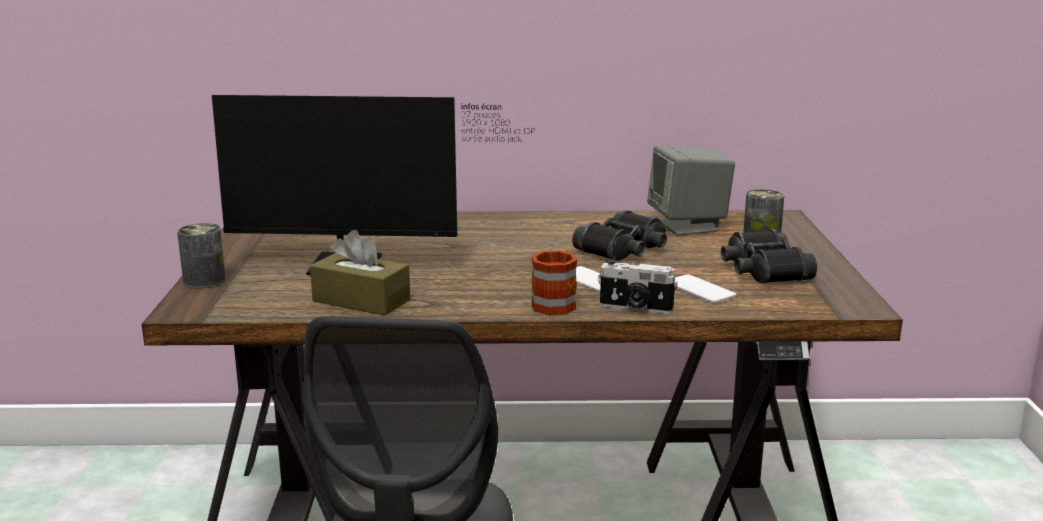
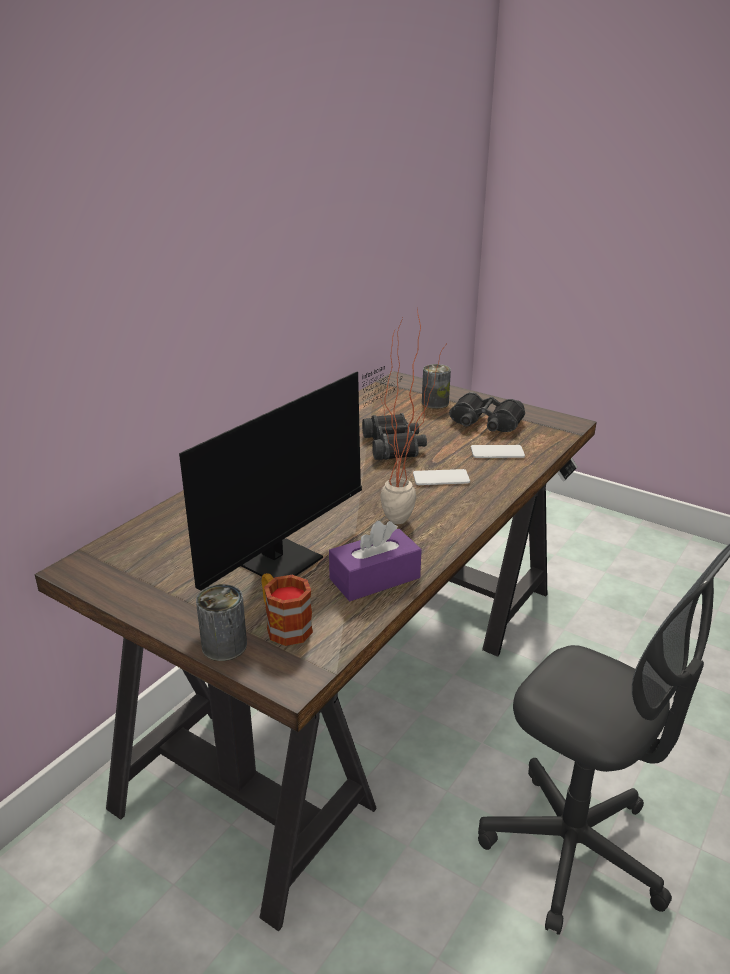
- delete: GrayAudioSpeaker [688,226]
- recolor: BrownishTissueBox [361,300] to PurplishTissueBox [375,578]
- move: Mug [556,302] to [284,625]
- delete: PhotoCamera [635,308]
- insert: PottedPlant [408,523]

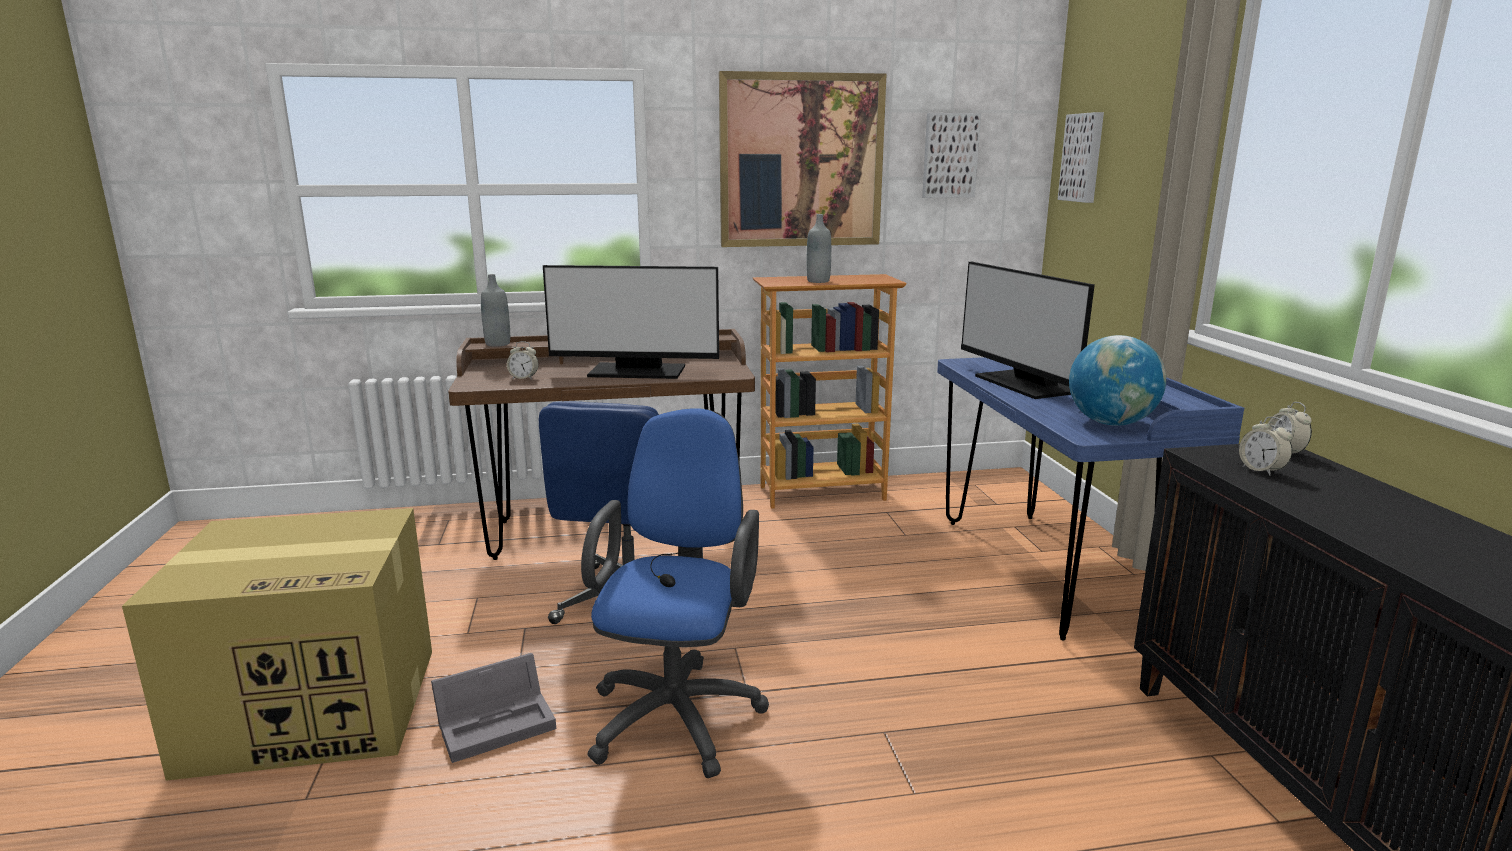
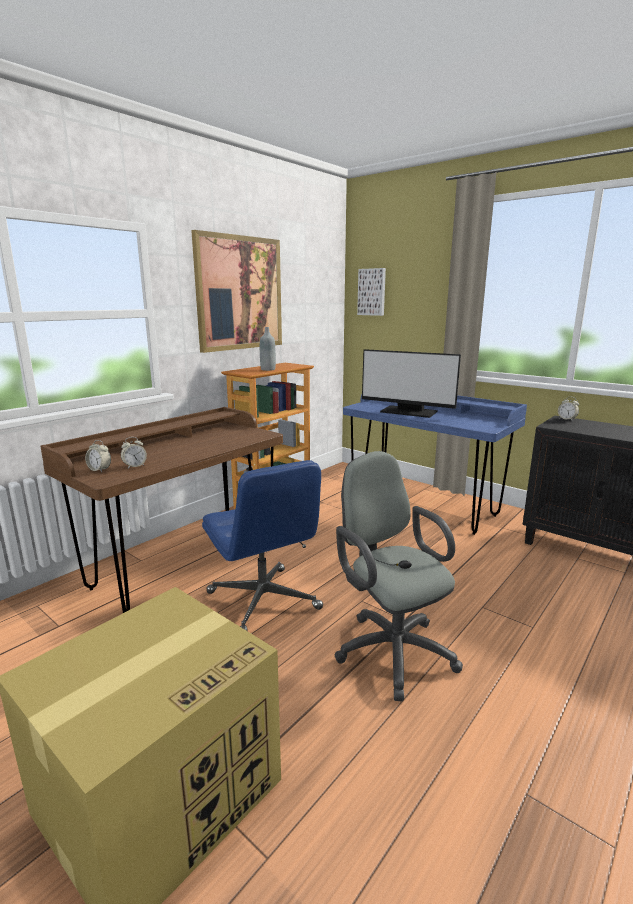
- delete: WallPicture [949,155]
- delete: ComputerScreen [637,372]
- delete: GrayBeverageBottle [498,344]
- delete: WorldGlobe [1110,423]
- recolor: BluishOfficeChair [678,711] to GrayOfficeChair [391,648]
- move: BedsideClock [1261,470] to [99,470]
- delete: GrayStorageContainer [498,721]

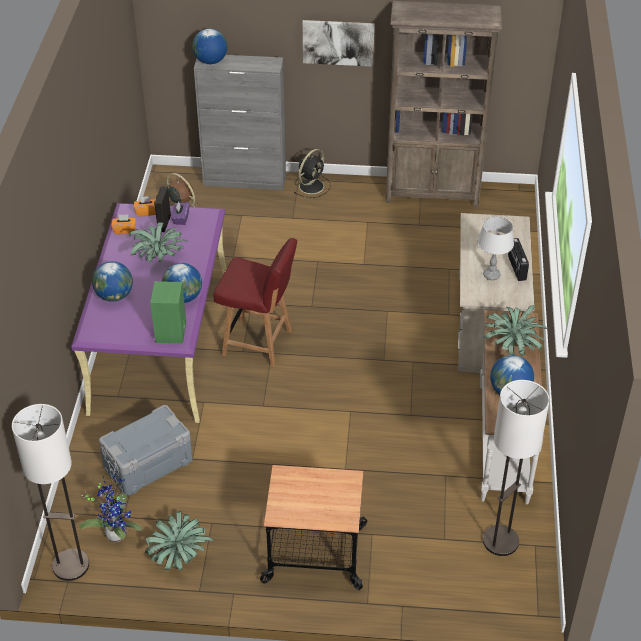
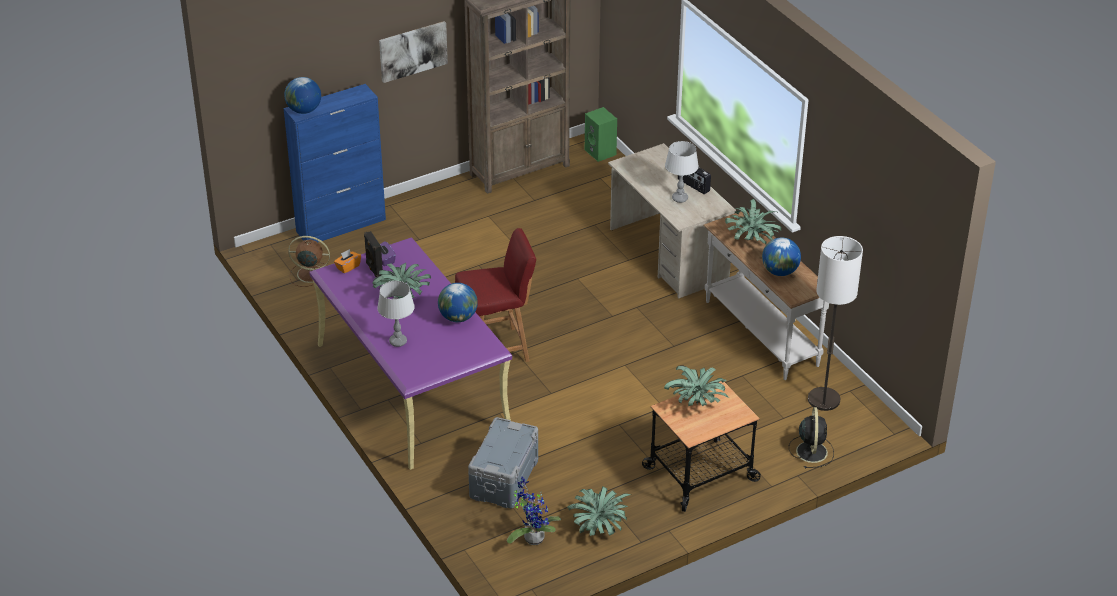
- recolor: GrayCupboard [245,180] to BluishCupboard [341,225]
- move: BlackFan [312,185] to [811,451]
- delete: OrangeColouredTissueBox [125,230]
- replace: WorldGlobe [114,296] to GrayTabletopLamp [398,341]
- move: GreenColouredAudioSpeaker [171,332] to [601,152]
- delete: StandardLamp [70,565]
- insert: PottedPlant [697,403]

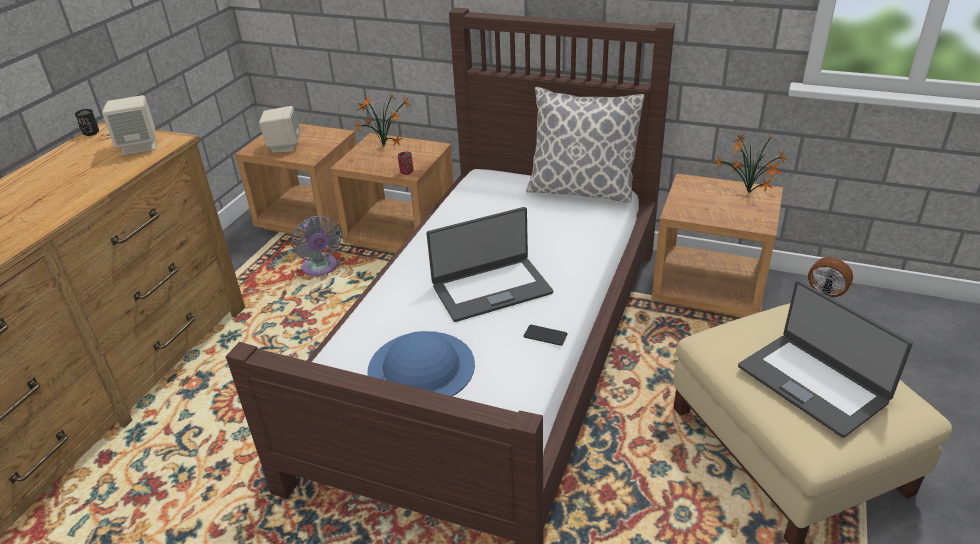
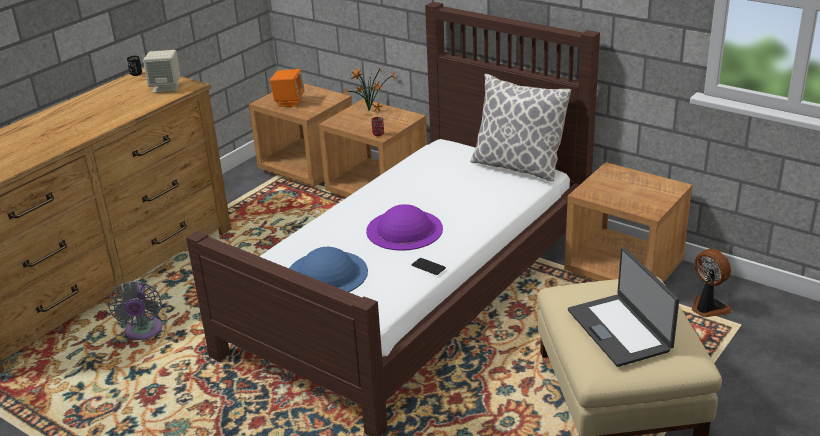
- recolor: SandColouredAudioSpeaker [284,146] to OrangeColouredAudioSpeaker [289,102]
- delete: PottedPlant [749,194]
- replace: Laptop [491,289] to PurplishWearableHat [404,229]
- move: GrayFan [320,268] to [143,332]

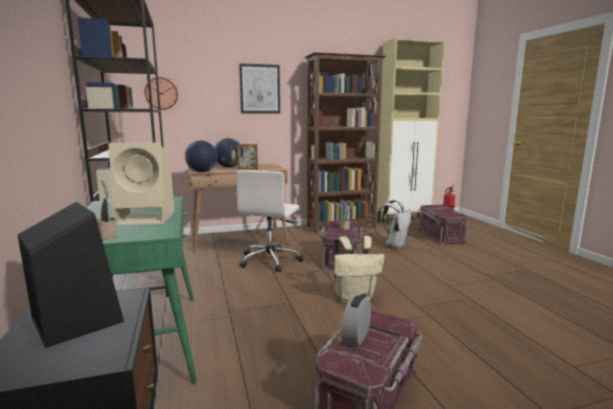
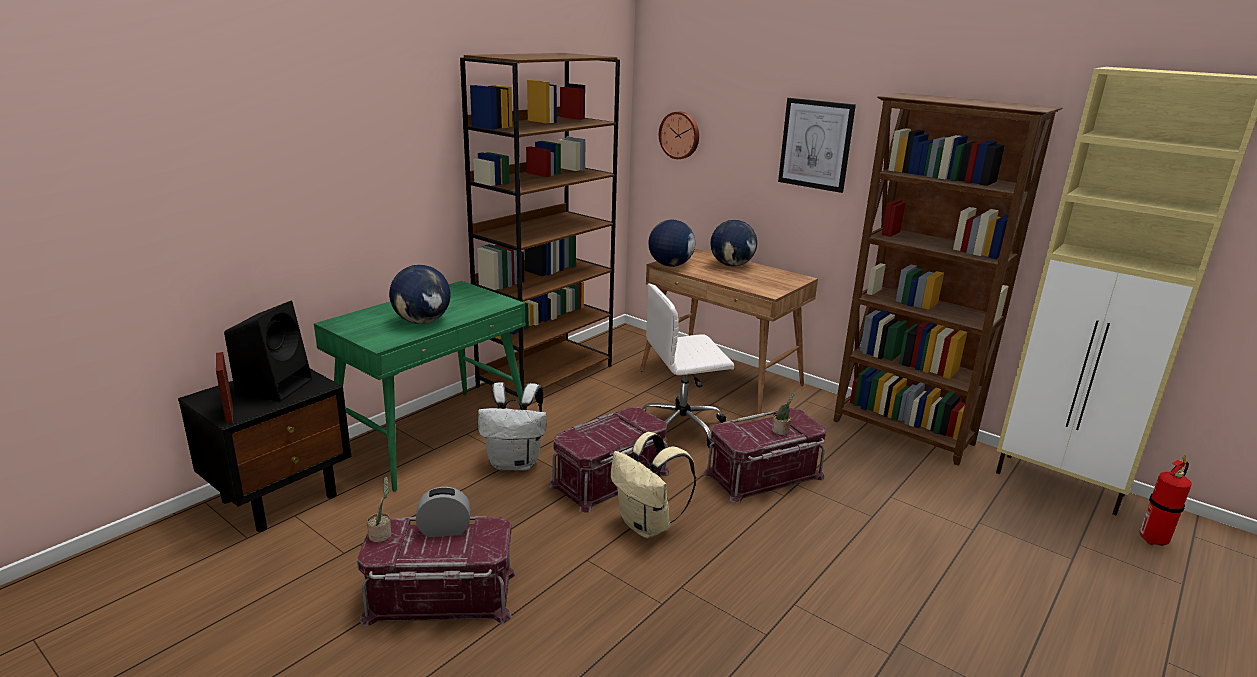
- replace: SandColouredAudioSpeaker [147,218] to WorldGlobe [422,321]
- move: PhotoFrame [247,169] to [229,413]
- move: PottedPlant [106,236] to [381,534]
- move: WhitishBackpack [394,245] to [515,463]
- move: RedColouredStorageContainer [440,236] to [609,478]

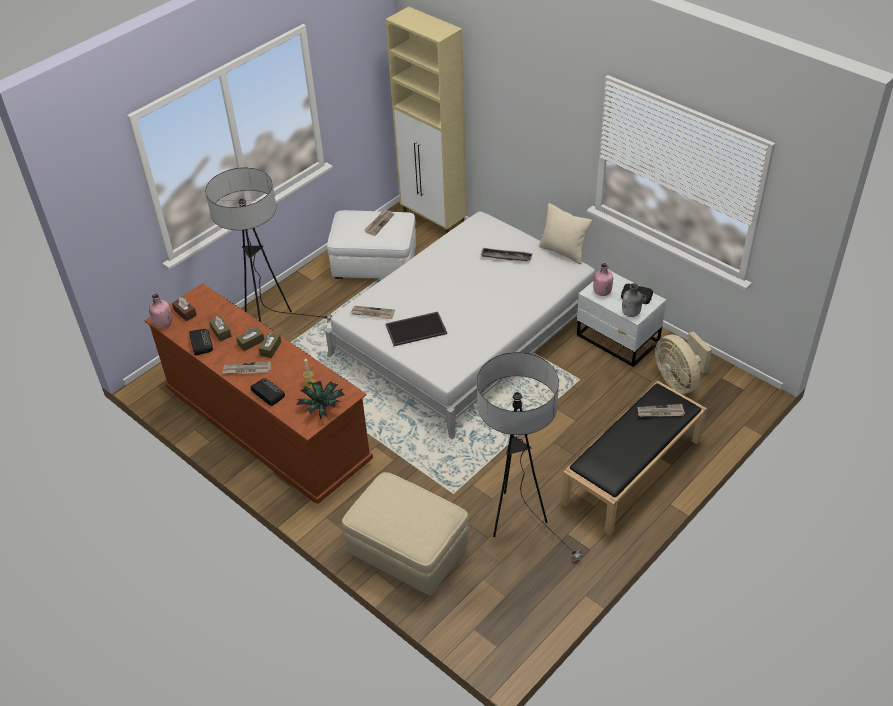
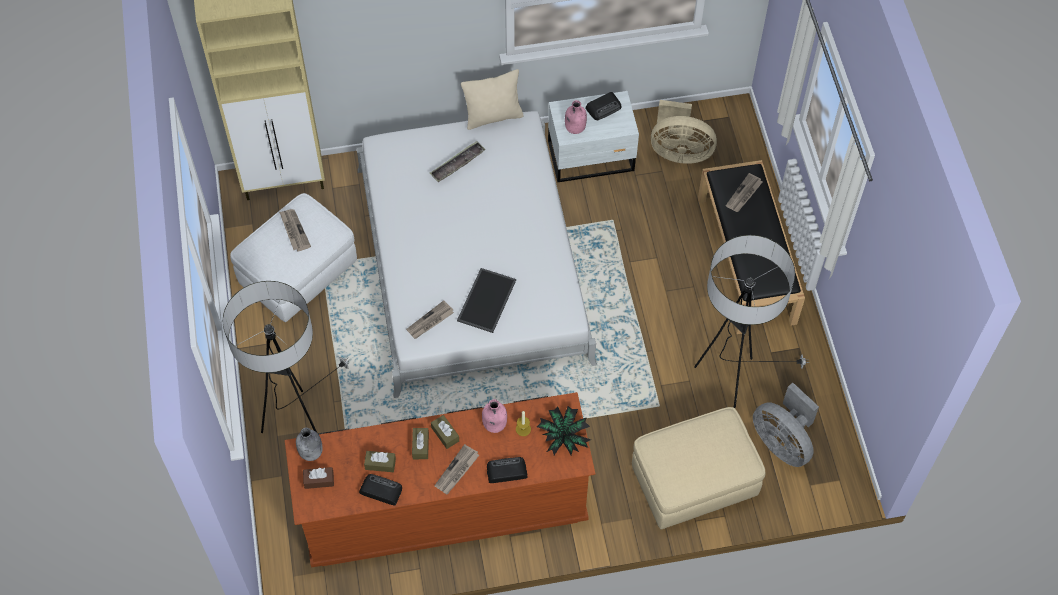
- move: GrayBeverageBottle [631,313] to [311,452]
- move: PinkBeverageBottle [163,324] to [494,425]
- insert: GrayFan [782,442]

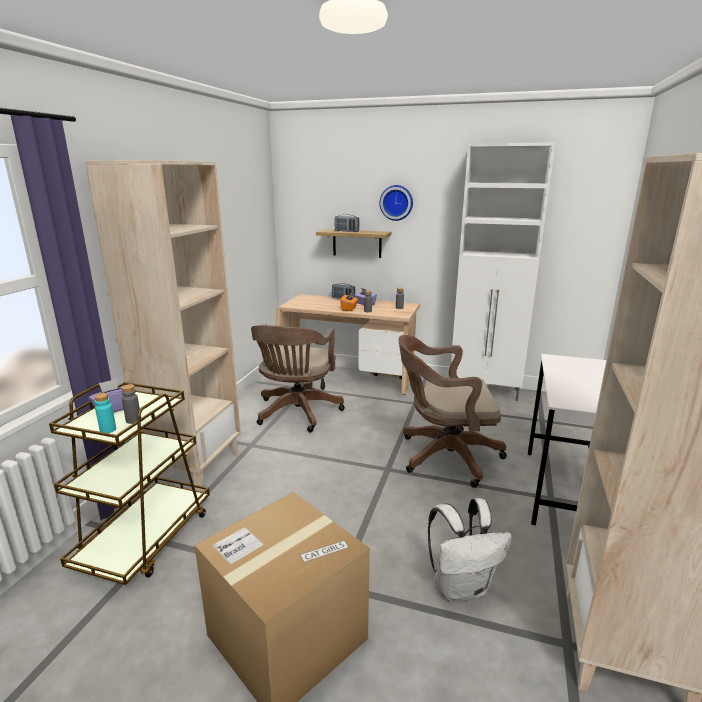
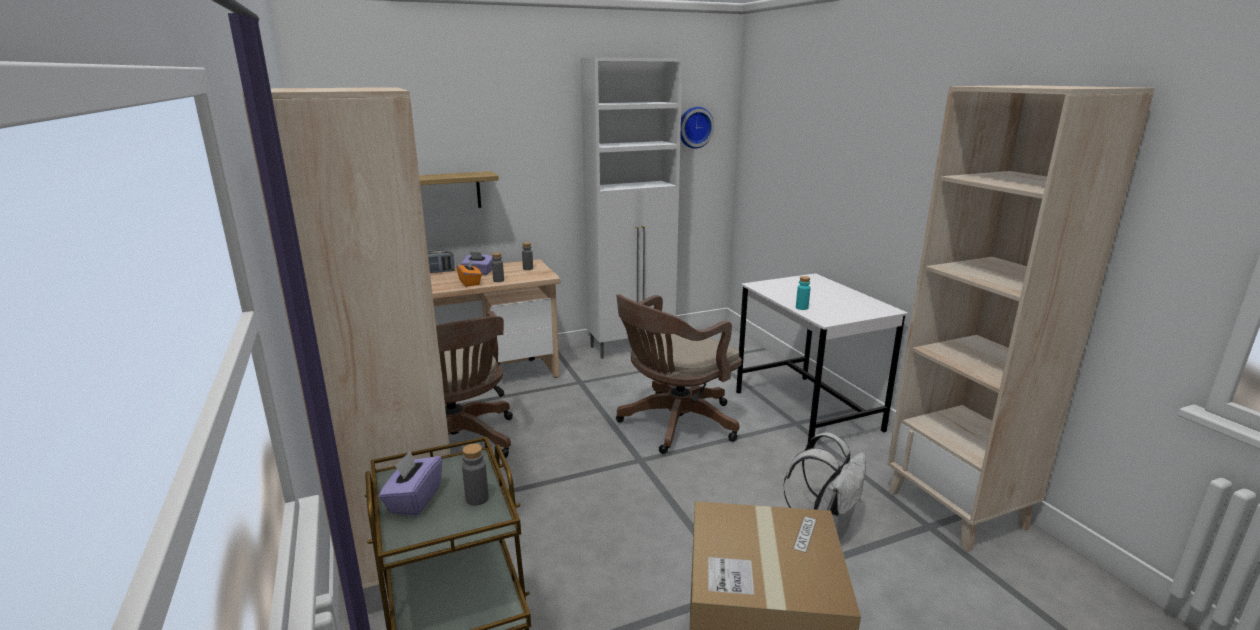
- move: WallClock [396,202] to [694,127]
- delete: Radio [346,231]
- move: TurquoiseBeverageBottle [108,430] to [802,308]

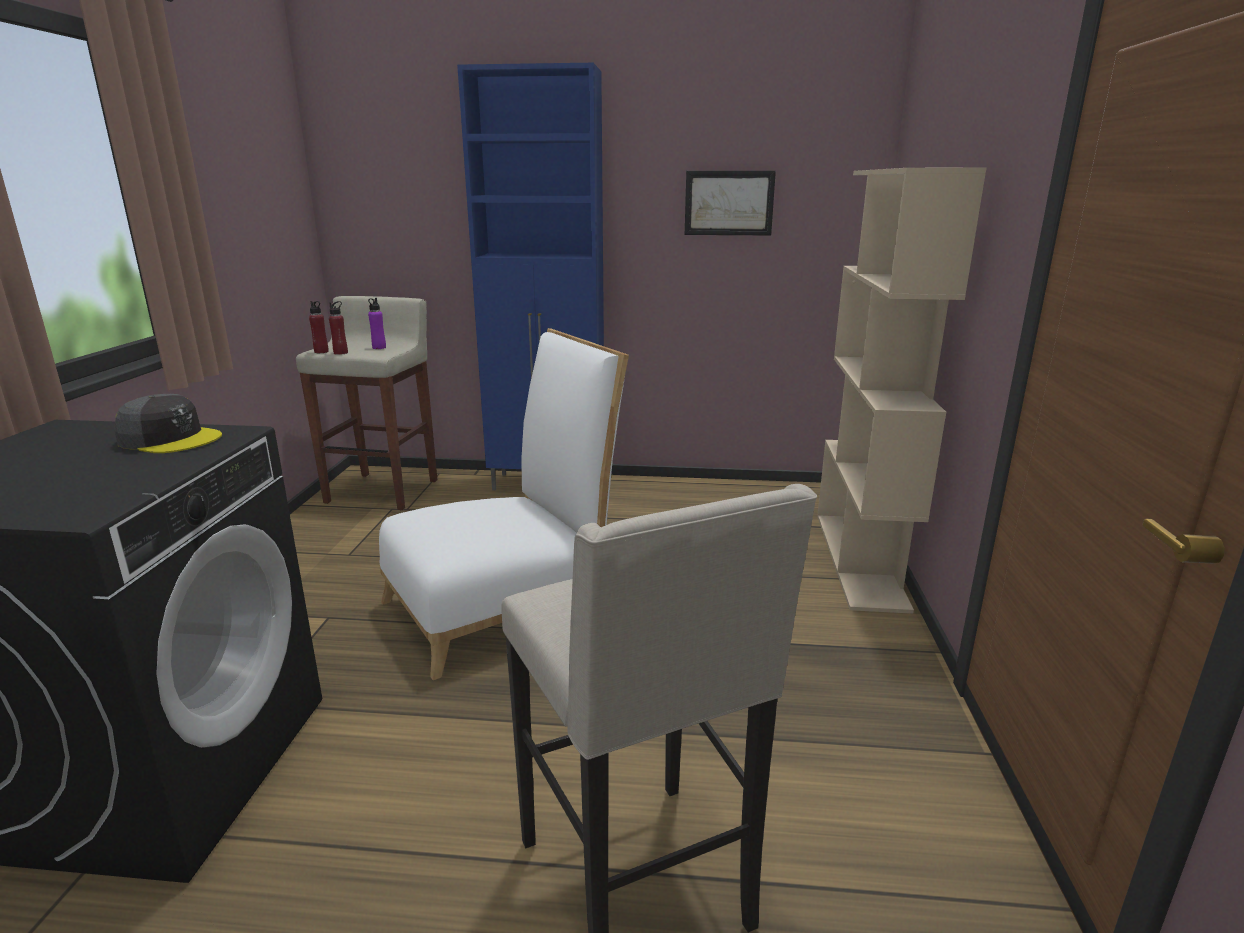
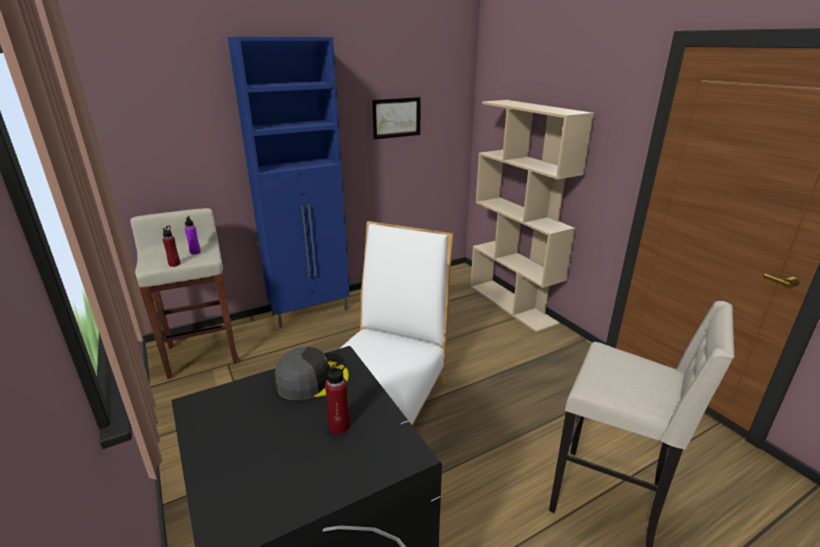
- move: RedColouredBeverageBottle [321,352] to [339,426]

